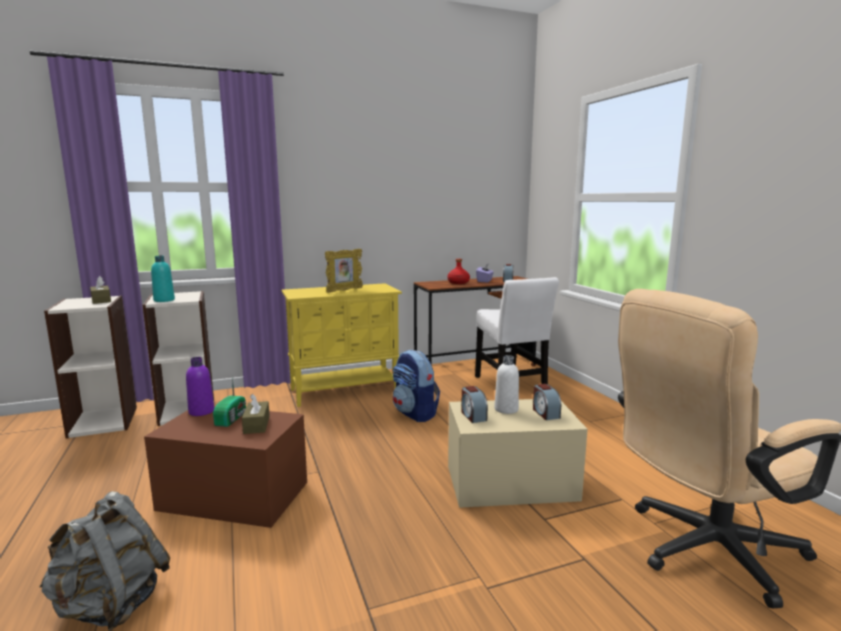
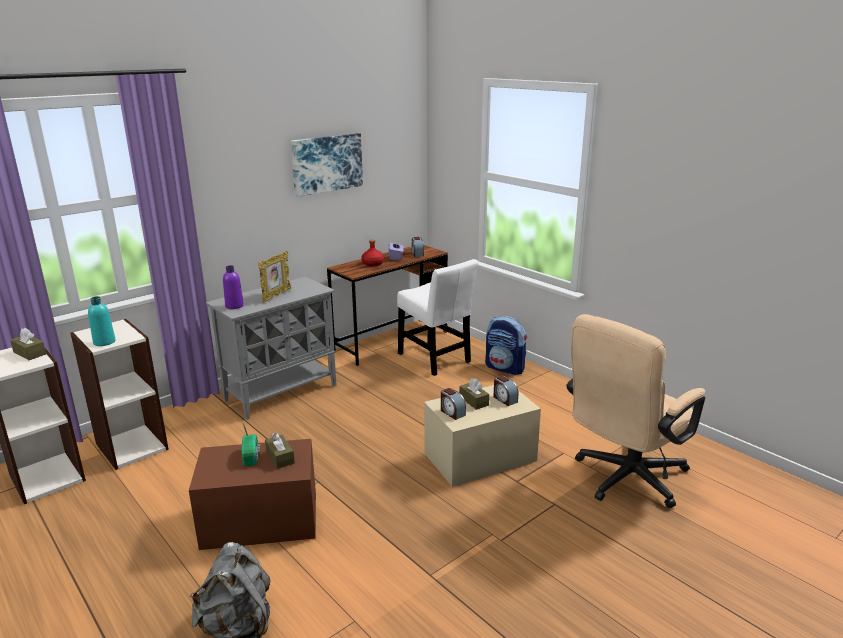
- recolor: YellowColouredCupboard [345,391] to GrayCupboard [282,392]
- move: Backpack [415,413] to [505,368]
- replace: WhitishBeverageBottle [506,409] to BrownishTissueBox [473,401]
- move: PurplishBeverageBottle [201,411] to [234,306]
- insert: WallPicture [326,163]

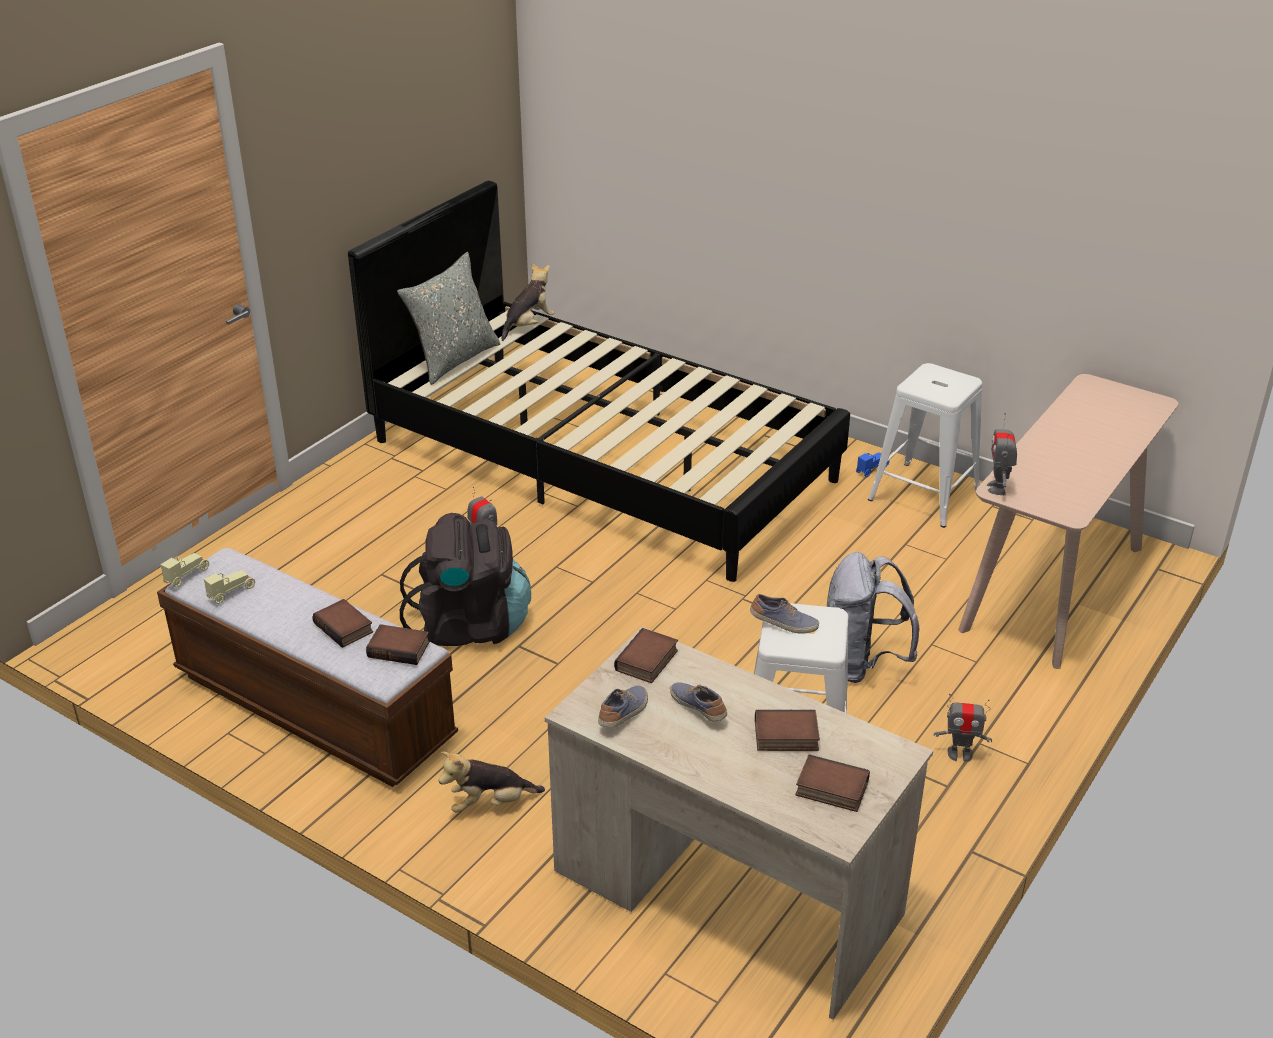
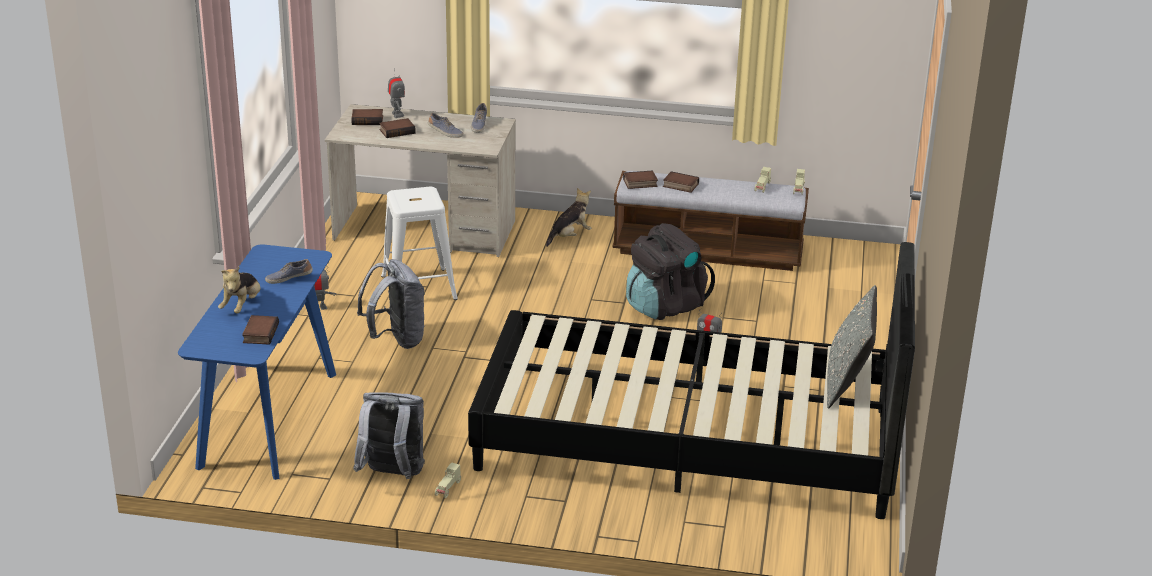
- move: SoftToy [528,325] to [242,306]
- replace: WhitishStool [924,494] to GrayBackpack [392,475]
- recolor: SandColouredNarrowTable [1054,588] to BluishNarrowTable [268,419]
- move: ModelRobot [997,488] to [397,114]
- recolor: BluishMiniatureCar [872,469] to SandColouredMiniatureCar [448,489]
- move: ItemOfFootwear [783,624] to [289,278]
- move: Volume [647,661] to [259,333]

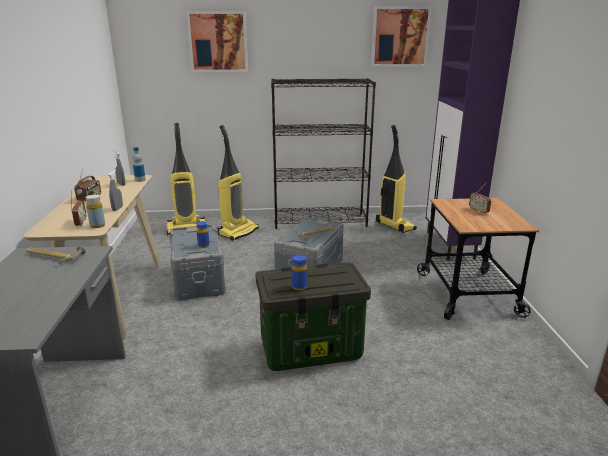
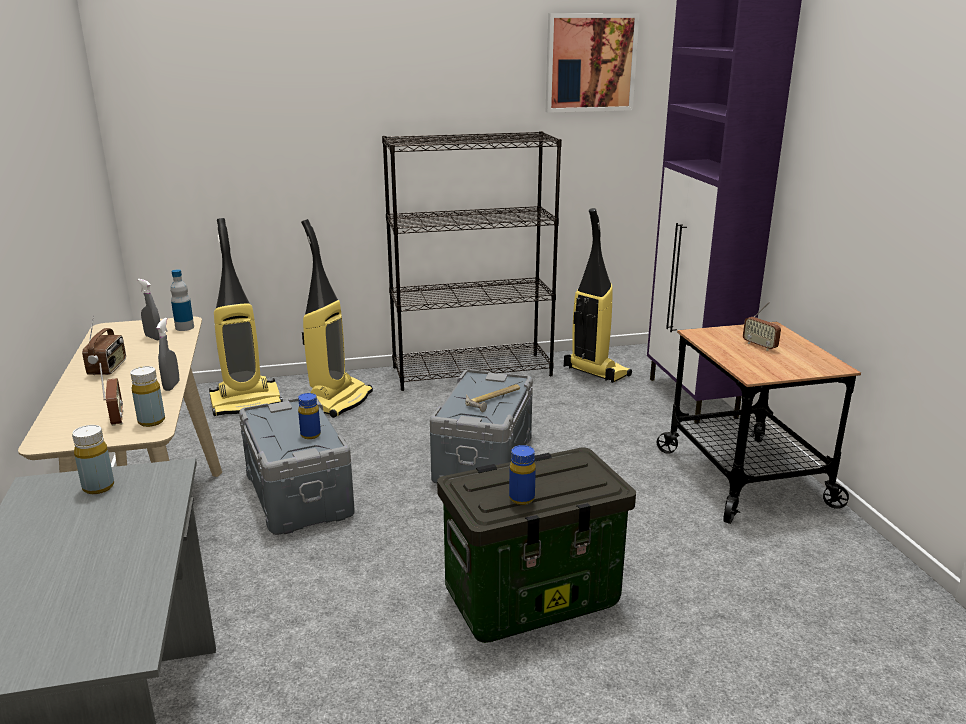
- delete: WallPicture [218,42]
- replace: HandHammer [54,256] to YellowColouredBeverageBottle [98,487]

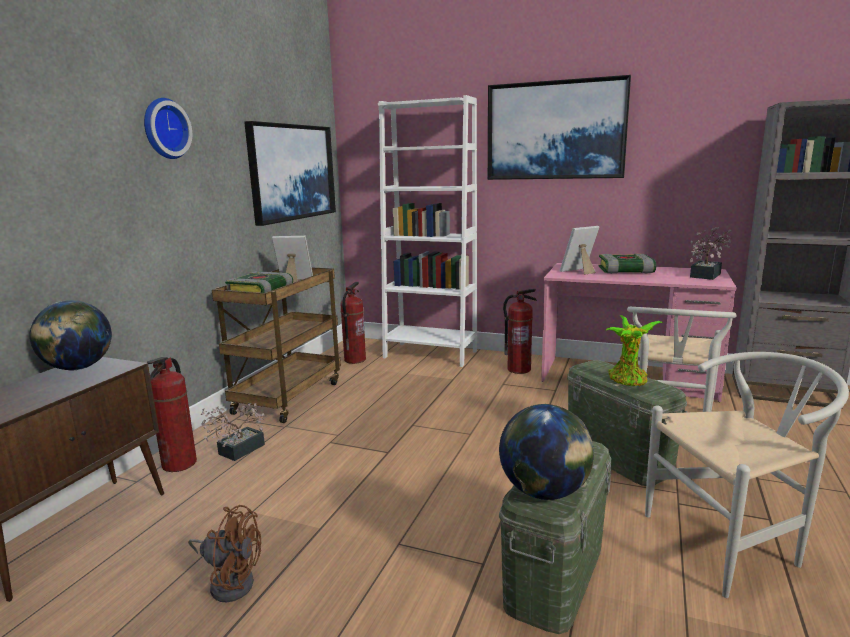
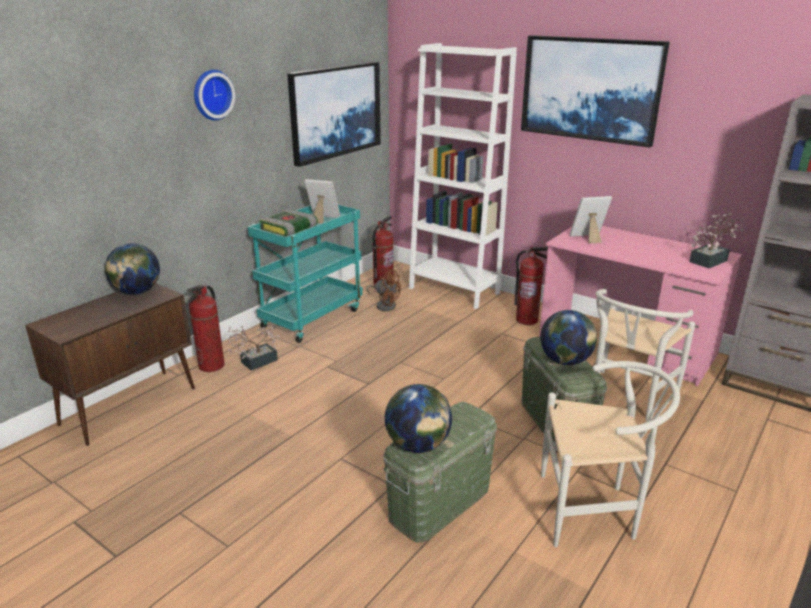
- delete: Volume [625,271]
- recolor: BrownishCart [288,396] to TurquoiseCart [312,317]
- replace: PottedPlant [628,381] to WorldGlobe [565,361]
- move: BrownishFan [230,581] to [385,305]

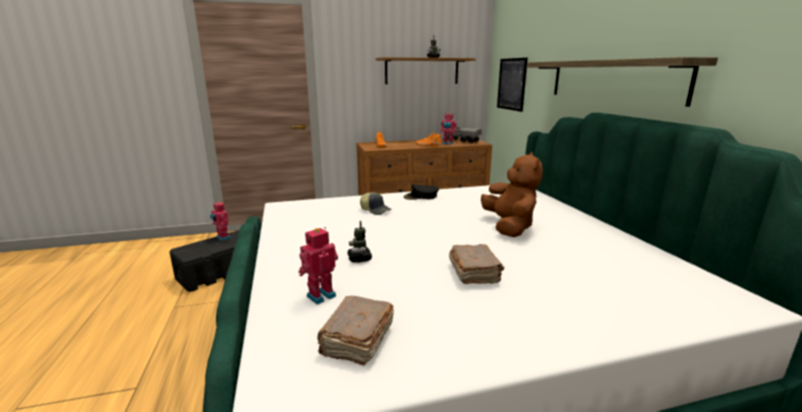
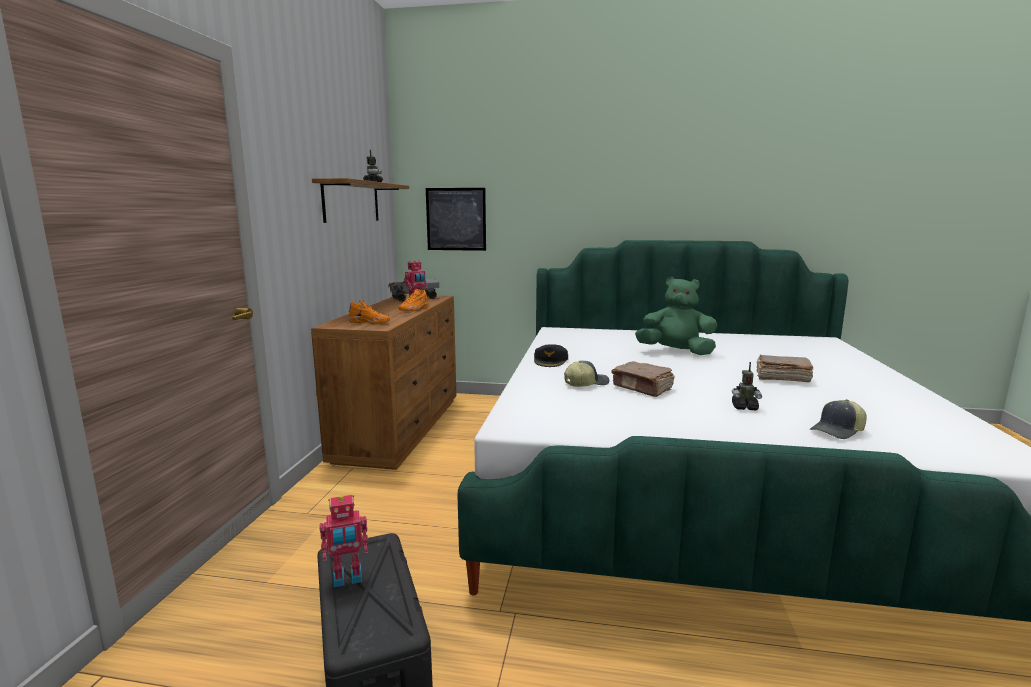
- delete: Shelf [612,80]
- recolor: BrownishSoftToy [509,227] to GreenColouredSoftToy [676,352]
- replace: ModelRobot [320,295] to Cap [838,431]
- move: BrownishVolume [357,340] to [642,388]

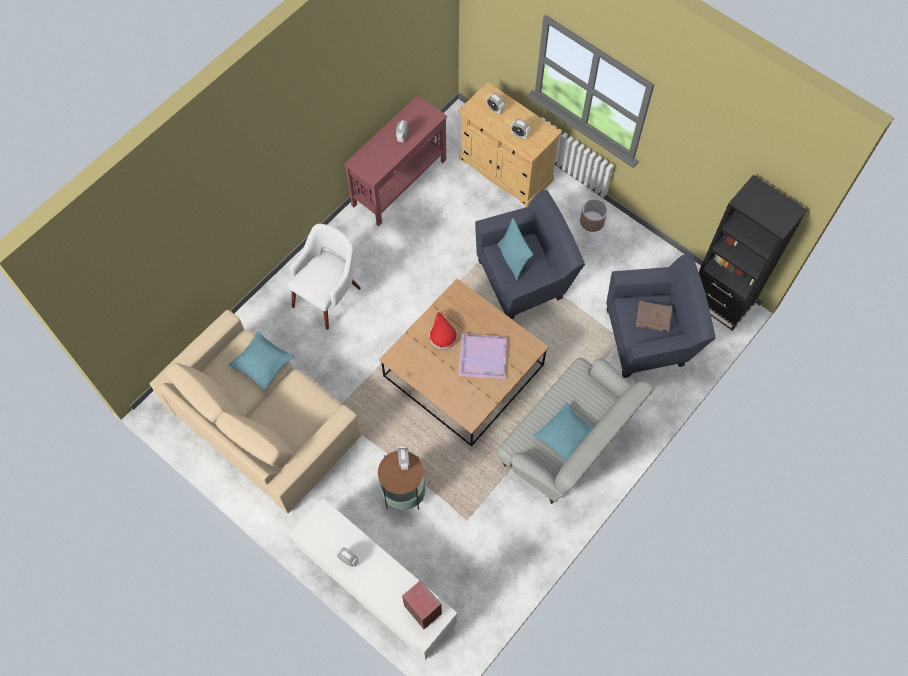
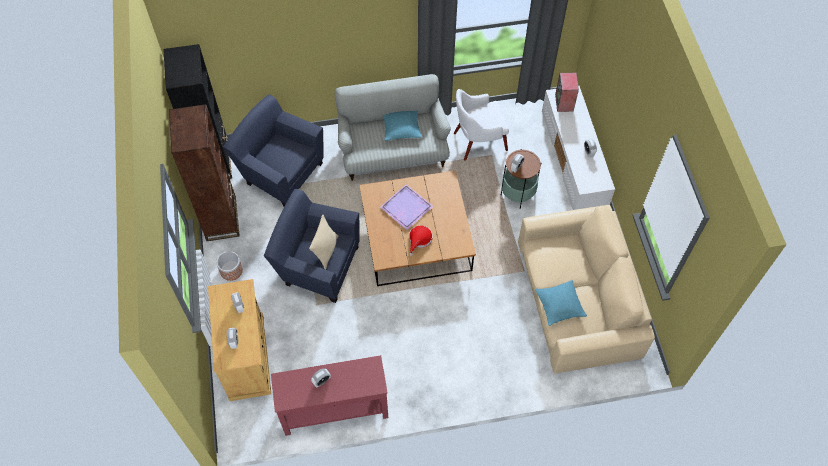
- recolor: TurquoisePillow [513,260] to SandColouredPillow [326,251]
- move: WhitishLoungeChair [328,295] to [478,141]
- delete: BrownishVolume [653,318]
- insert: BrownishShelvingUnit [221,218]

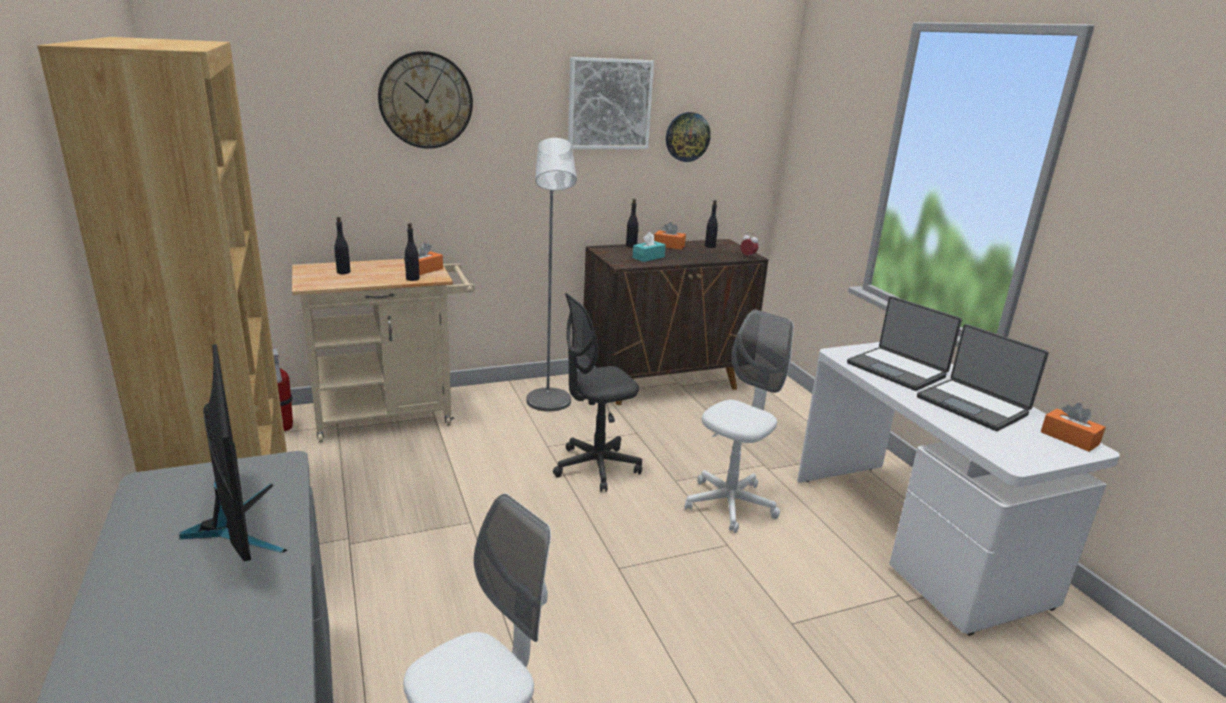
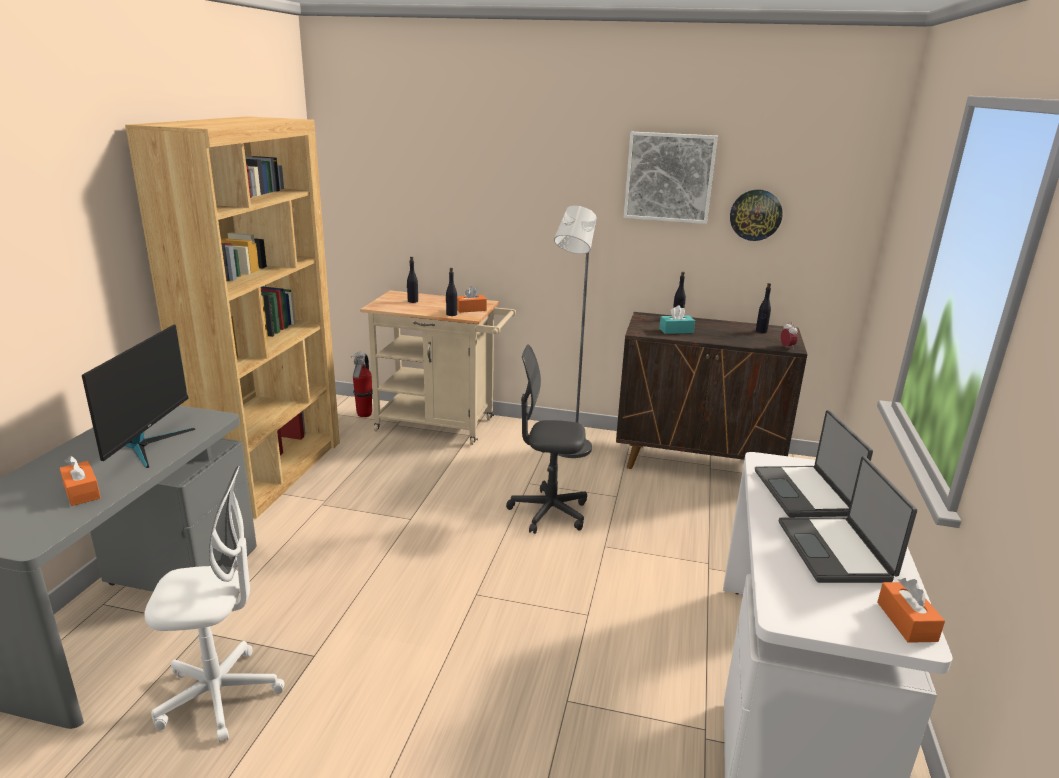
- delete: WallClock [425,100]
- move: OrangeColouredTissueBox [669,246] to [82,492]
- delete: WhitishOfficeChair [730,504]

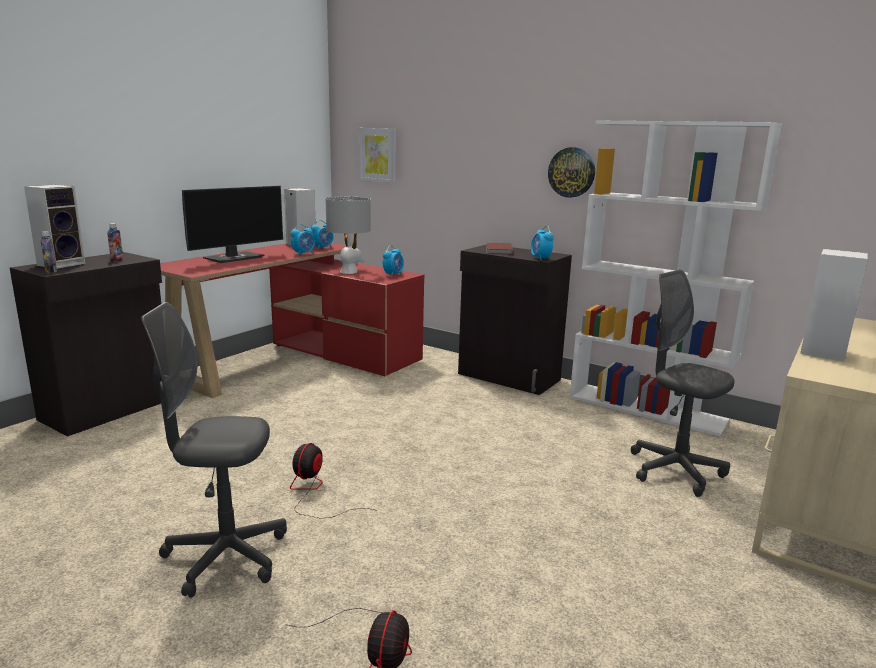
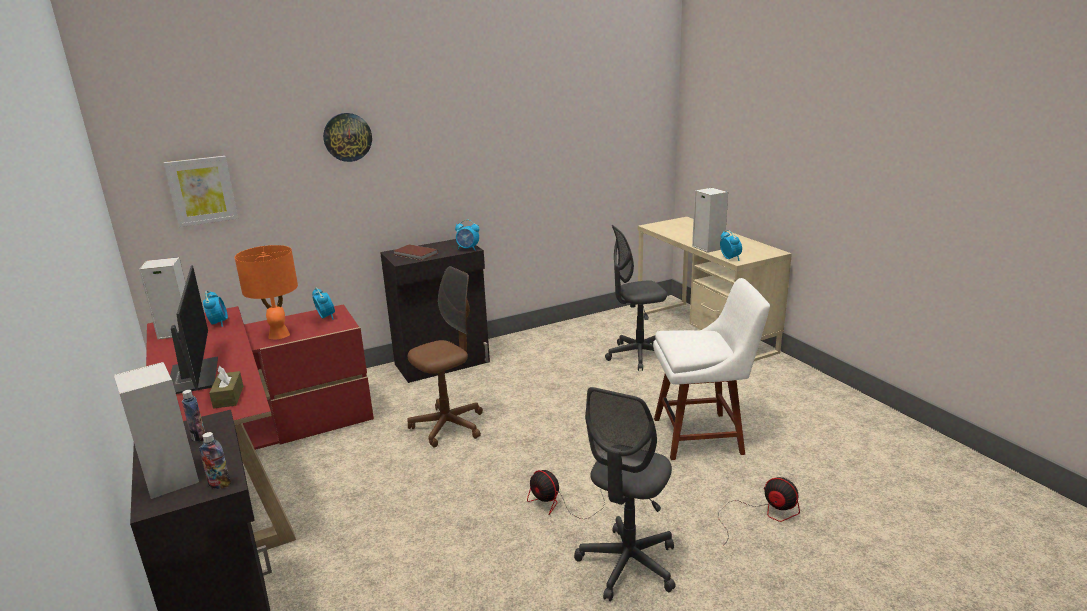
- delete: WhitishShelvingUnit [647,409]
- move: WallClock [571,172] to [347,137]
- recolor: GrayTabletopLamp [349,272] to OrangeColouredTabletopLamp [279,334]
- move: BedsideClock [303,254] to [730,258]
- insert: BrownishOfficeChair [448,426]
- insert: WhitishPlainChair [703,435]
- insert: BrownishTissueBox [228,397]

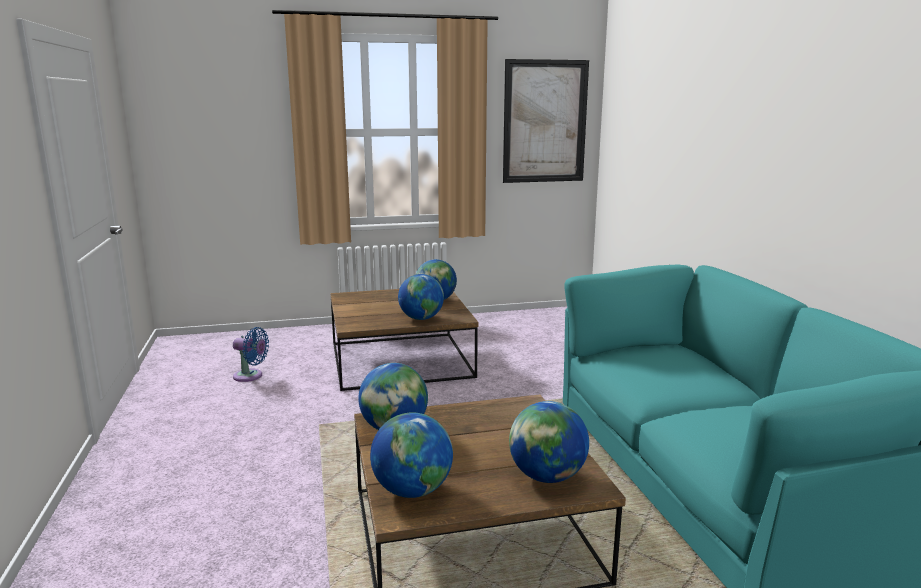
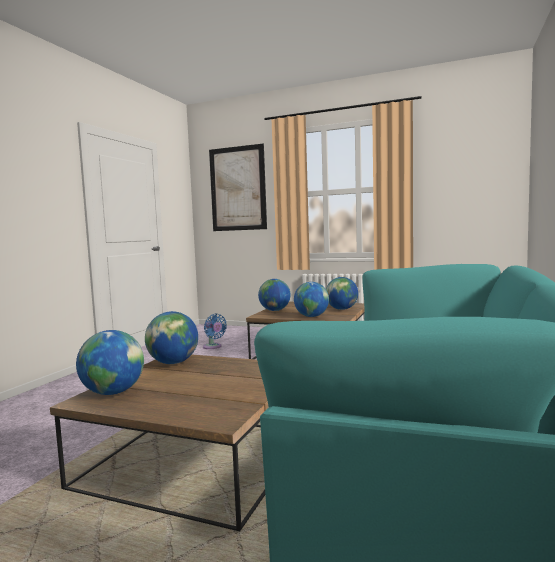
- move: WallPicture [545,122] to [237,188]
- move: WorldGlobe [547,477] to [274,310]

